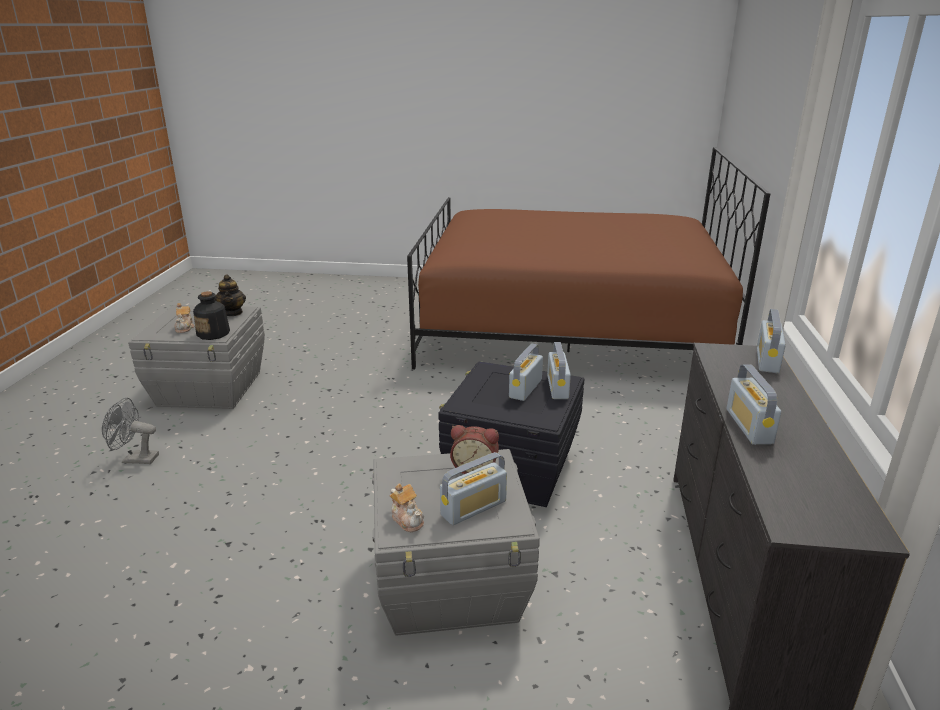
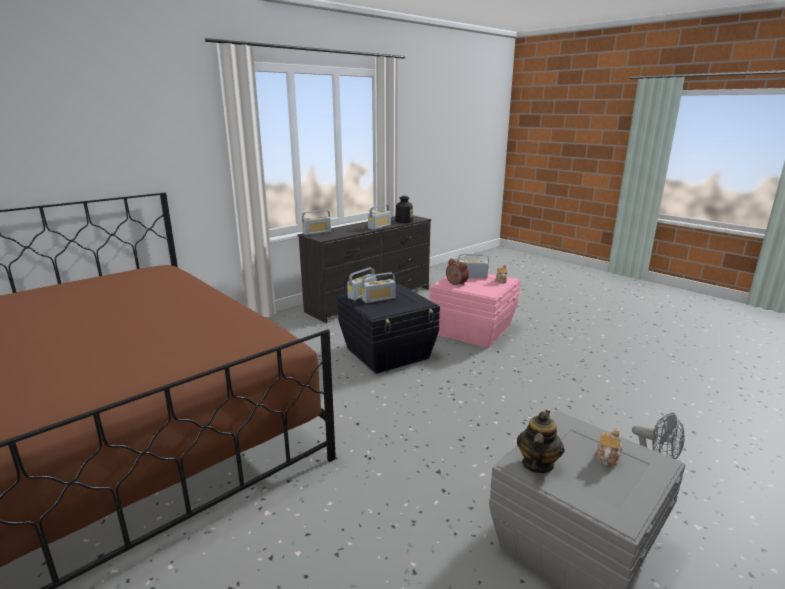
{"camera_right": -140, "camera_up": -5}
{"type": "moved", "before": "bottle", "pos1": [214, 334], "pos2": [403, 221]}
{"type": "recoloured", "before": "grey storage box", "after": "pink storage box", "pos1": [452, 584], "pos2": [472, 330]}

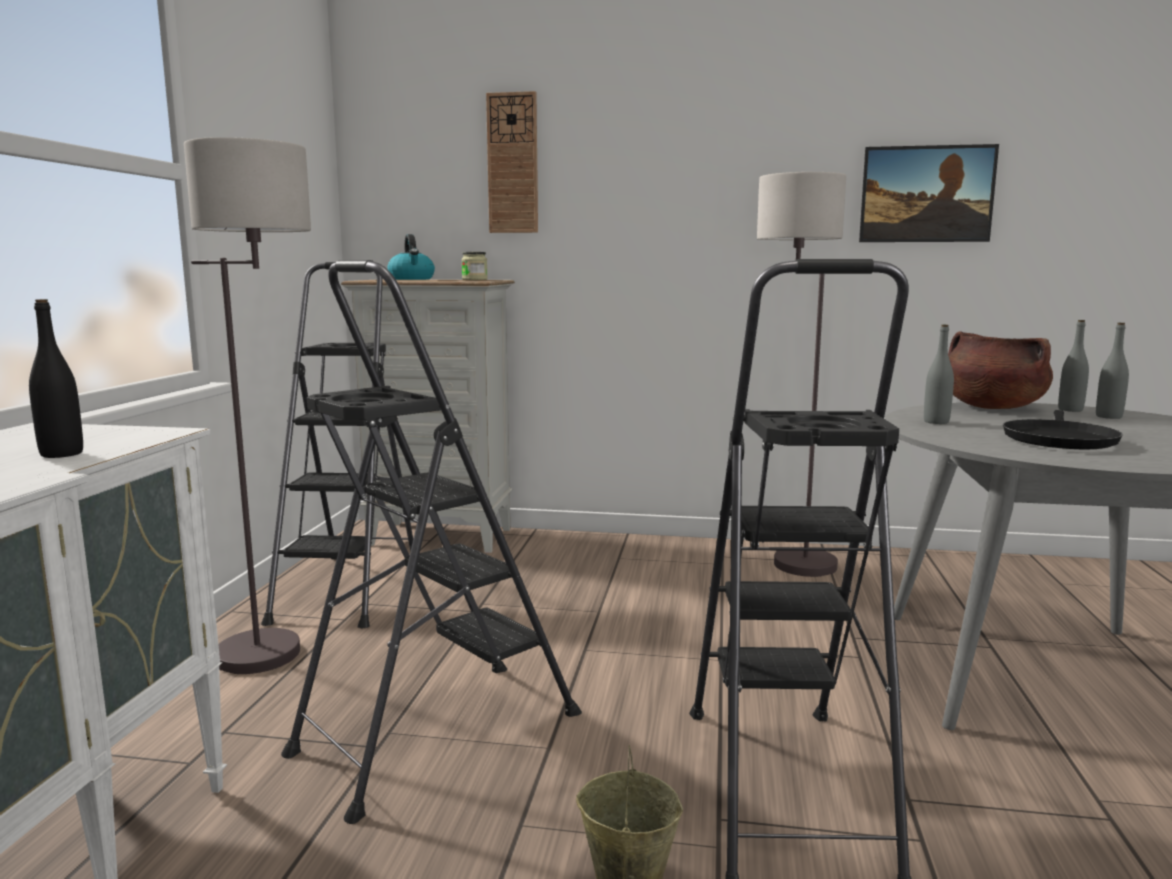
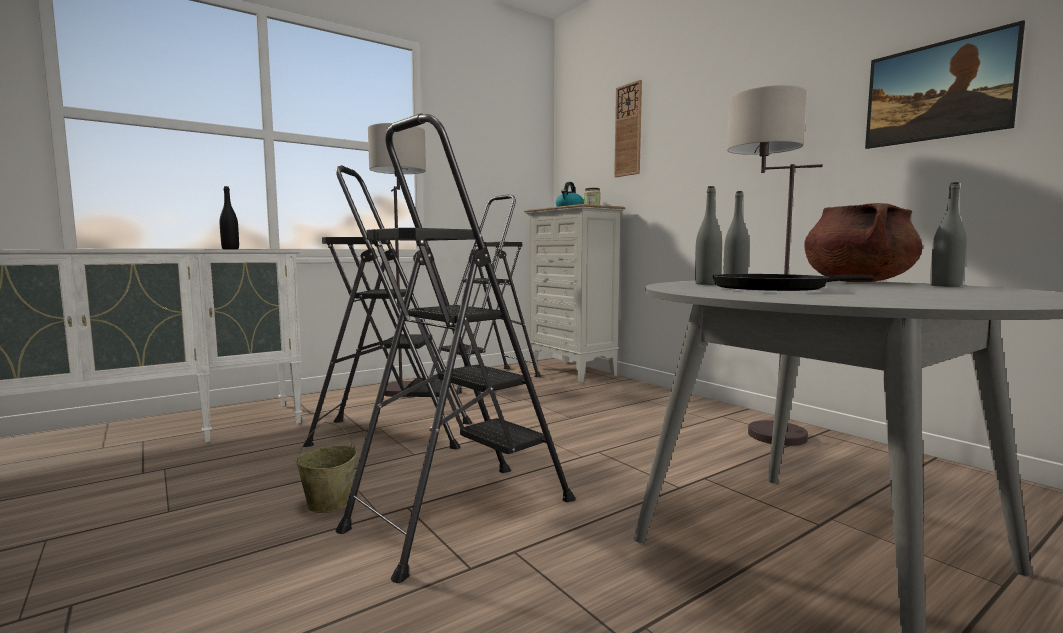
{"camera_right": 45, "camera_up": -5}
{"type": "moved", "before": "grey bottle", "pos1": [1108, 417], "pos2": [707, 284]}

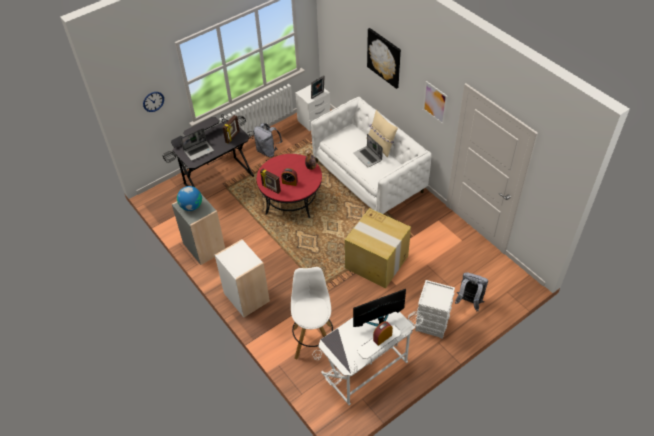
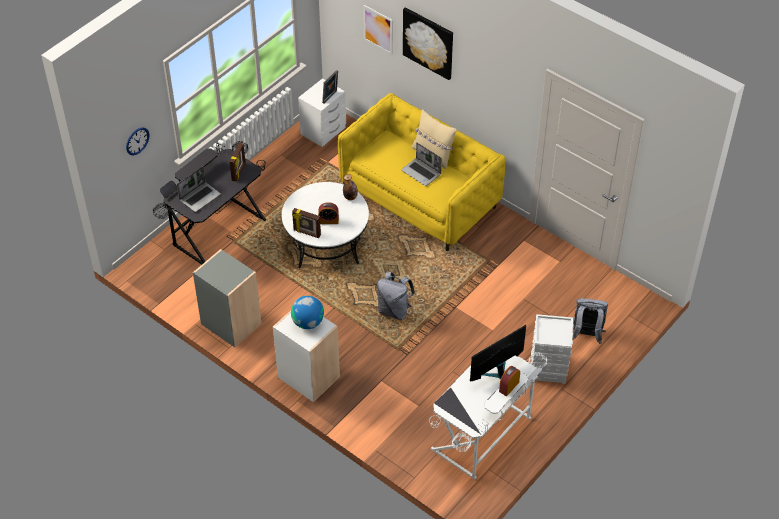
{"camera_right": -15, "camera_up": 0}
{"type": "moved", "before": "globe", "pos1": [191, 206], "pos2": [308, 322]}
{"type": "moved", "before": "grey backpack", "pos1": [268, 151], "pos2": [394, 310]}
{"type": "recoloured", "before": "red coffee table", "after": "white coffee table", "pos1": [291, 199], "pos2": [326, 243]}
{"type": "removed", "before": "white stool", "pos1": [313, 340]}
{"type": "recoloured", "before": "white sofa", "after": "yellow sofa", "pos1": [368, 177], "pos2": [419, 198]}
{"type": "removed", "before": "cardboard box", "pos1": [377, 262]}
{"type": "moved", "before": "picture", "pos1": [435, 102], "pos2": [378, 29]}

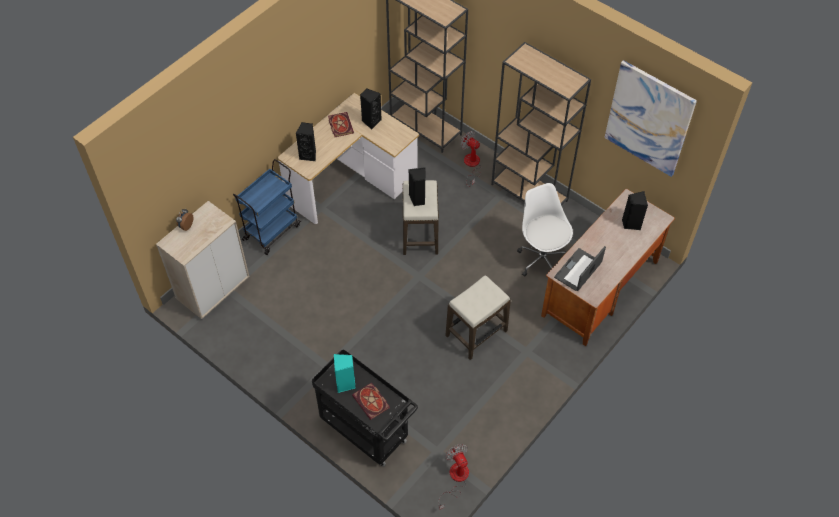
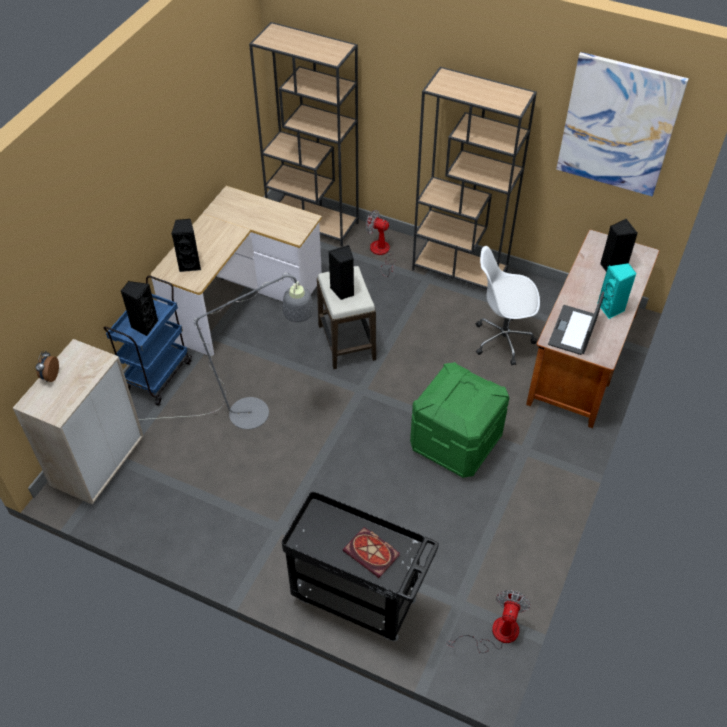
{"camera_right": -15, "camera_up": -5}
{"type": "removed", "before": "book", "pos1": [340, 125]}
{"type": "moved", "before": "turquoise speaker", "pos1": [345, 384], "pos2": [611, 309]}
{"type": "moved", "before": "black speaker", "pos1": [371, 121], "pos2": [144, 325]}
{"type": "turned", "before": "fan", "pos1": [456, 479], "pos2": [495, 633], "turn": 60}
{"type": "replaced", "before": "stool", "after": "green storage box", "pos1": [476, 333], "pos2": [455, 443]}
{"type": "turned", "before": "white office chair", "pos1": [540, 259], "pos2": [501, 340], "turn": -45}
{"type": "added", "after": "grey floor lamp", "pos2": [260, 412]}

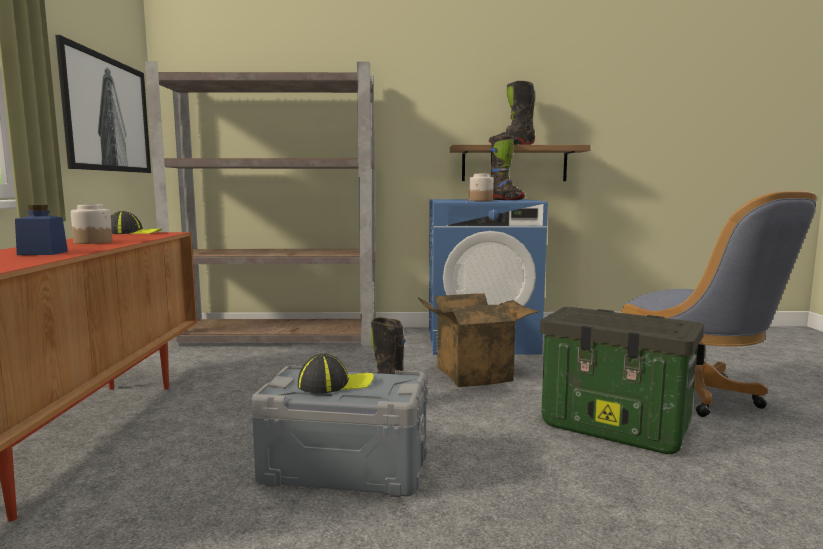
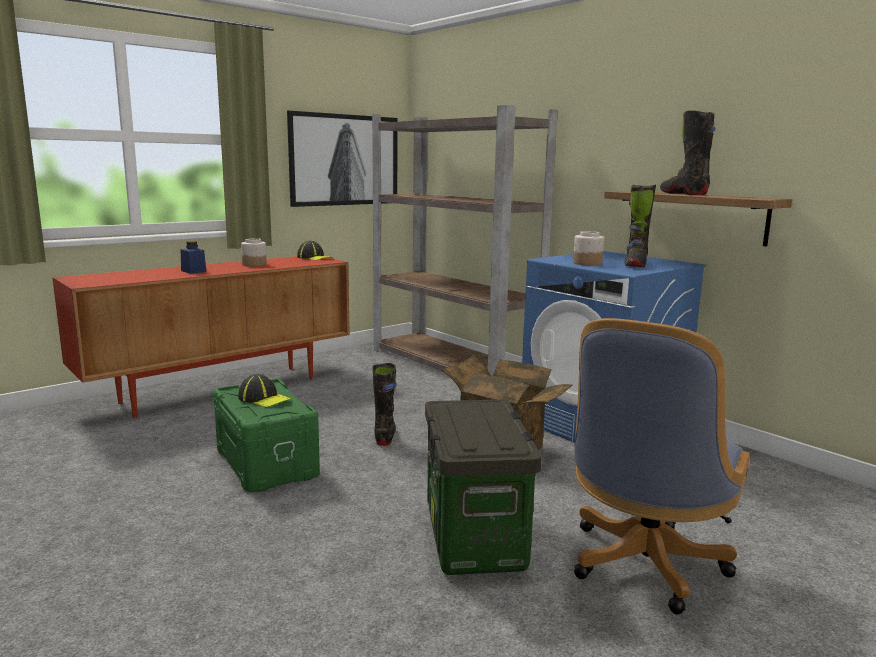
{"camera_right": 50, "camera_up": 5}
{"type": "recoloured", "before": "grey storage box", "after": "green storage box", "pos1": [345, 467], "pos2": [267, 462]}

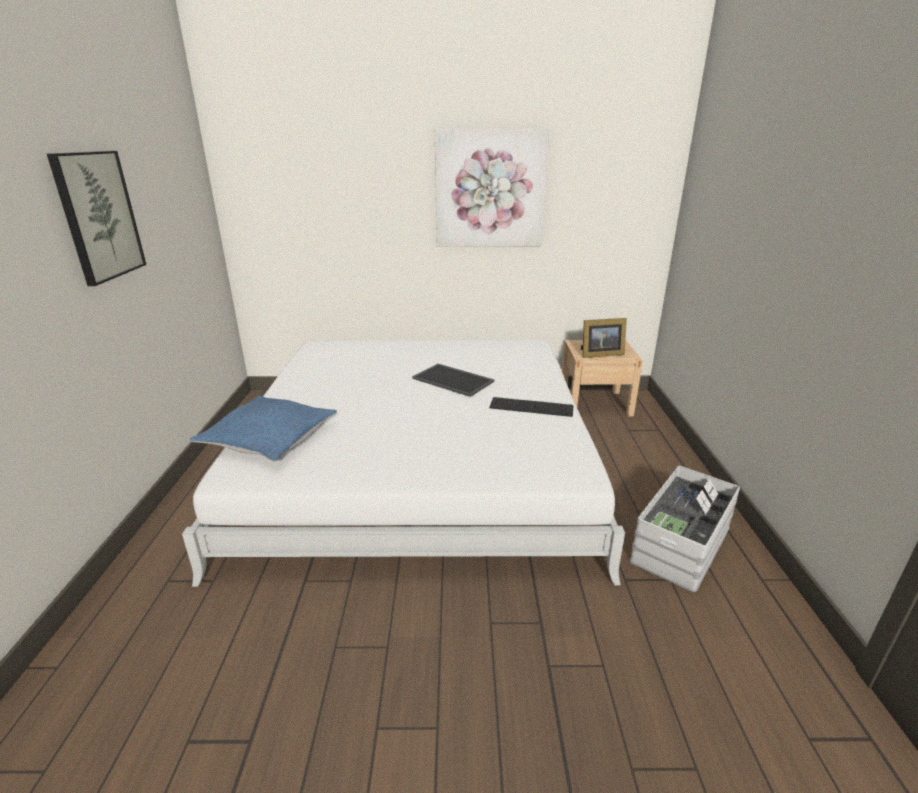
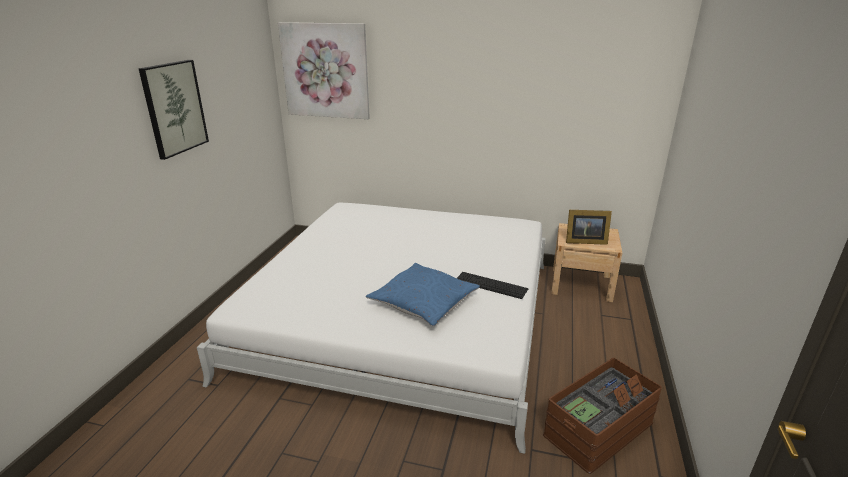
{"camera_right": 15, "camera_up": 0}
{"type": "moved", "before": "blue pillow", "pos1": [269, 438], "pos2": [423, 302]}
{"type": "removed", "before": "tray", "pos1": [454, 380]}
{"type": "moved", "before": "picture", "pos1": [490, 189], "pos2": [325, 71]}
{"type": "recoloured", "before": "grey storage box", "after": "brown storage box", "pos1": [680, 543], "pos2": [597, 427]}

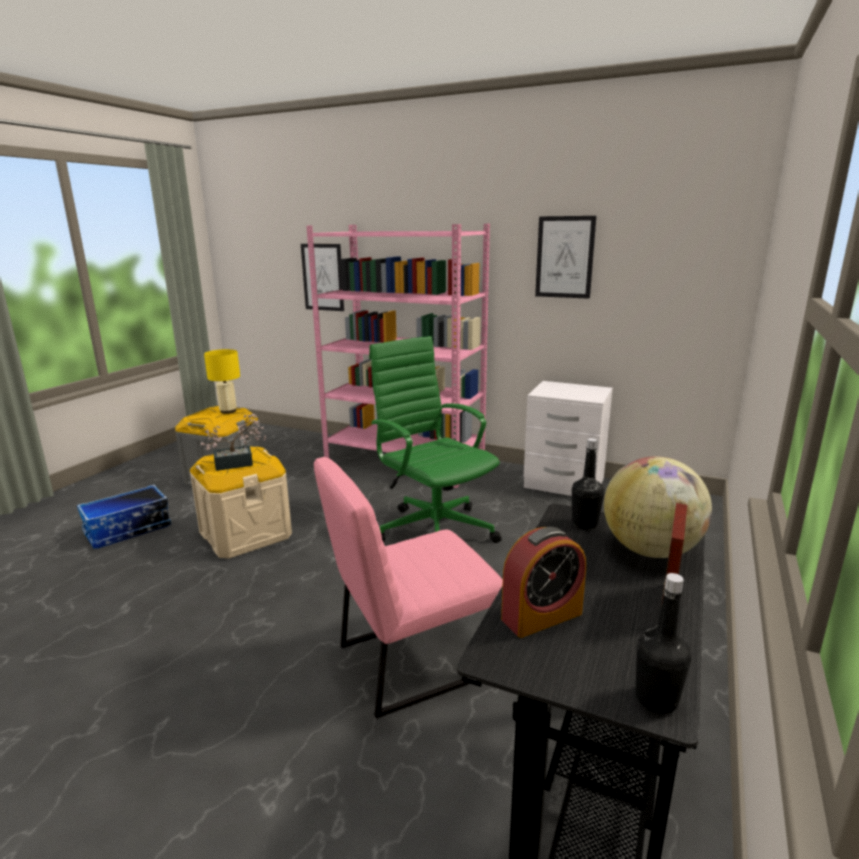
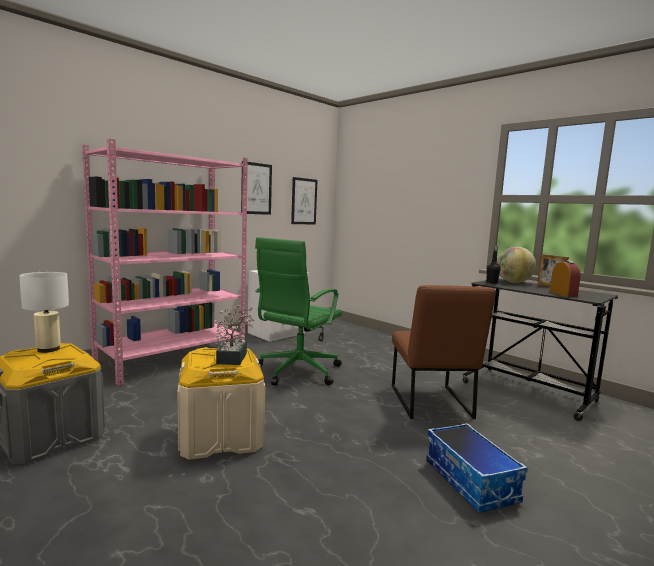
{"camera_right": -70, "camera_up": -10}
{"type": "moved", "before": "storage box", "pos1": [128, 530], "pos2": [471, 482]}
{"type": "recoloured", "before": "yellow table lamp", "after": "white table lamp", "pos1": [228, 411], "pos2": [48, 349]}
{"type": "moved", "before": "picture", "pos1": [322, 277], "pos2": [304, 201]}
{"type": "recoloured", "before": "pink chair", "after": "brown chair", "pos1": [411, 659], "pos2": [430, 402]}
{"type": "turned", "before": "green office chair", "pos1": [434, 530], "pos2": [297, 372], "turn": -45}
{"type": "removed", "before": "black bottle", "pos1": [656, 699]}

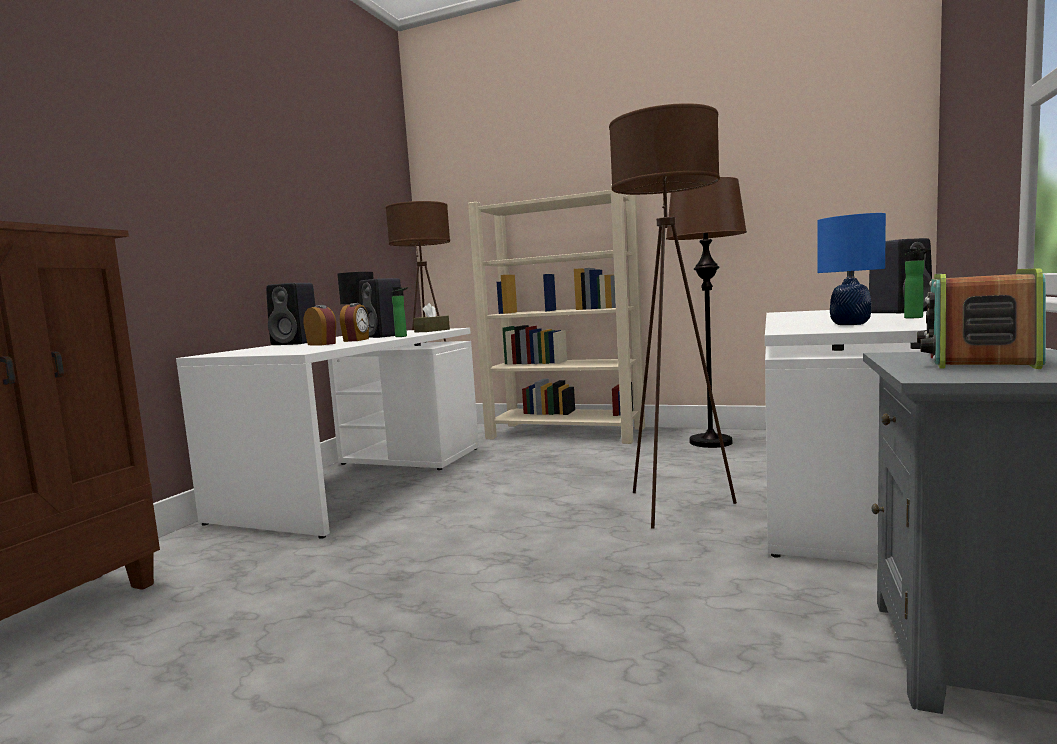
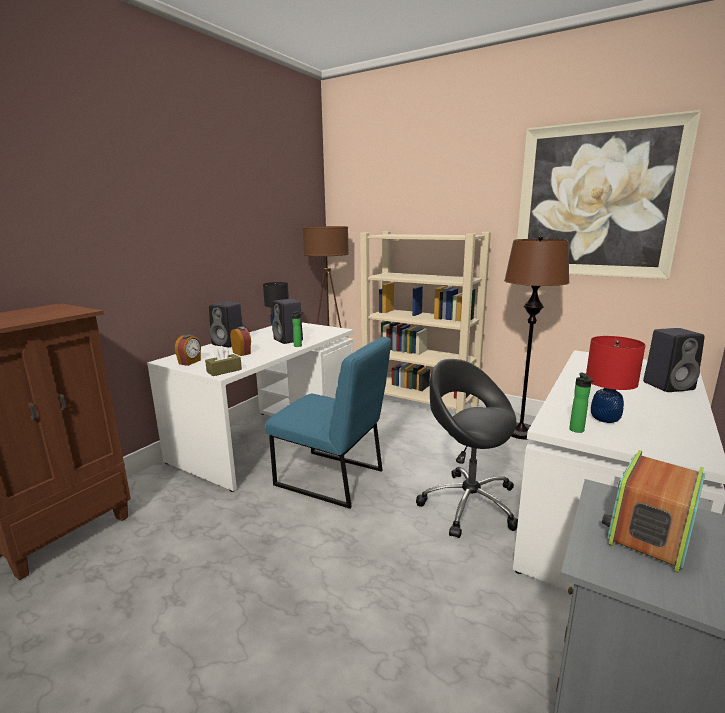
{"camera_right": 10, "camera_up": 10}
{"type": "moved", "before": "alarm clock", "pos1": [357, 340], "pos2": [190, 362]}
{"type": "moved", "before": "brown tissue box", "pos1": [432, 330], "pos2": [224, 371]}
{"type": "replaced", "before": "brown floor lamp", "after": "black office chair", "pos1": [675, 507], "pos2": [467, 503]}
{"type": "recoloured", "before": "blue table lamp", "after": "red table lamp", "pos1": [848, 324], "pos2": [603, 419]}
{"type": "moved", "before": "bottle", "pos1": [915, 318], "pos2": [577, 431]}
{"type": "added", "after": "blue chair", "pos2": [331, 478]}
{"type": "added", "after": "picture", "pos2": [596, 201]}

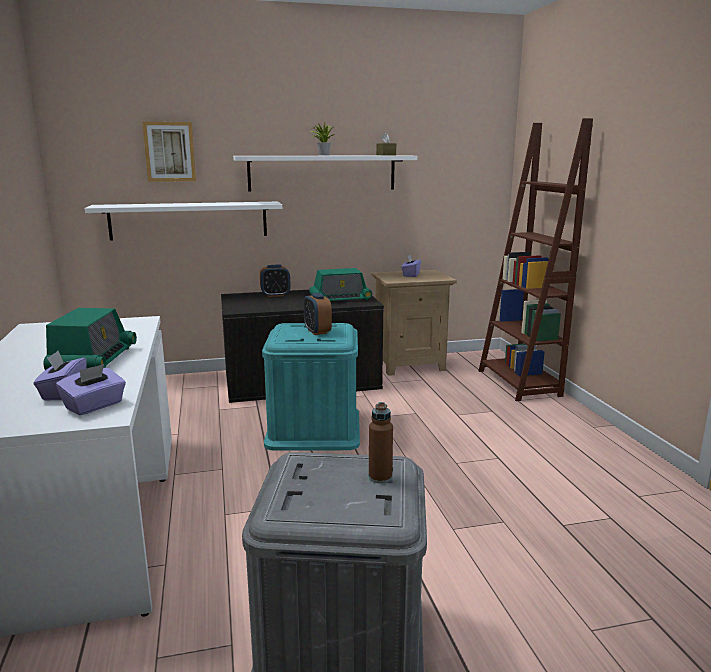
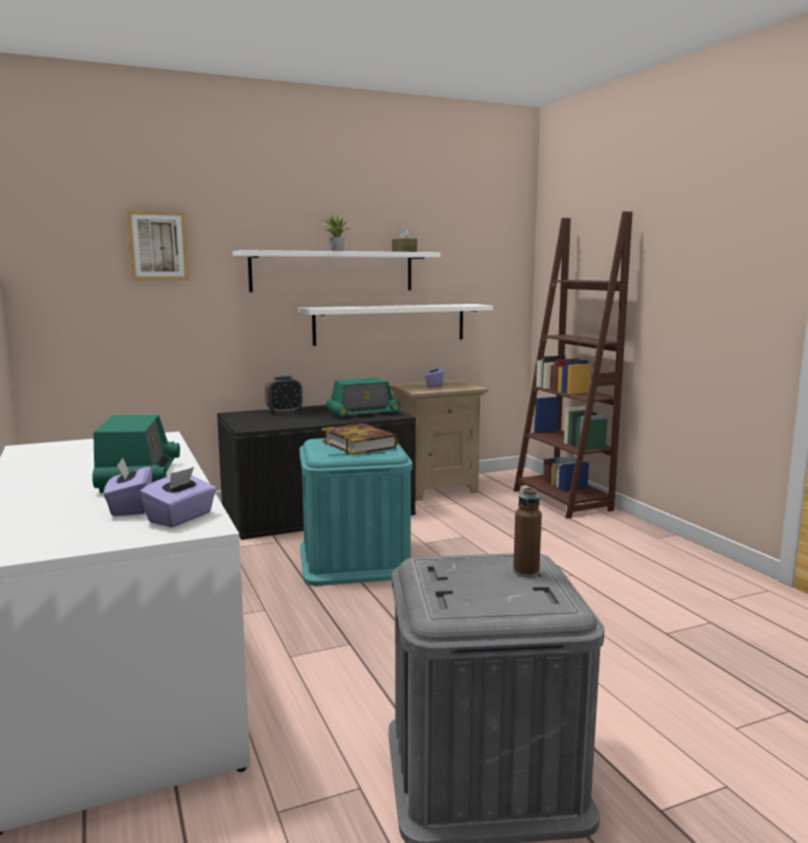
{"camera_right": -10, "camera_up": -5}
{"type": "moved", "before": "white shelf", "pos1": [189, 220], "pos2": [390, 324]}
{"type": "replaced", "before": "alarm clock", "after": "book", "pos1": [317, 331], "pos2": [359, 445]}

